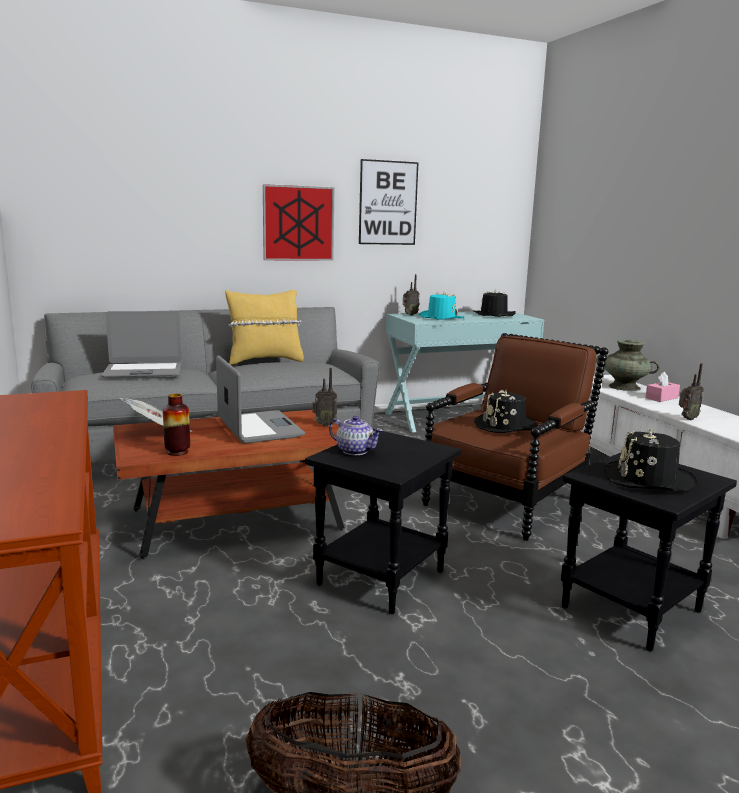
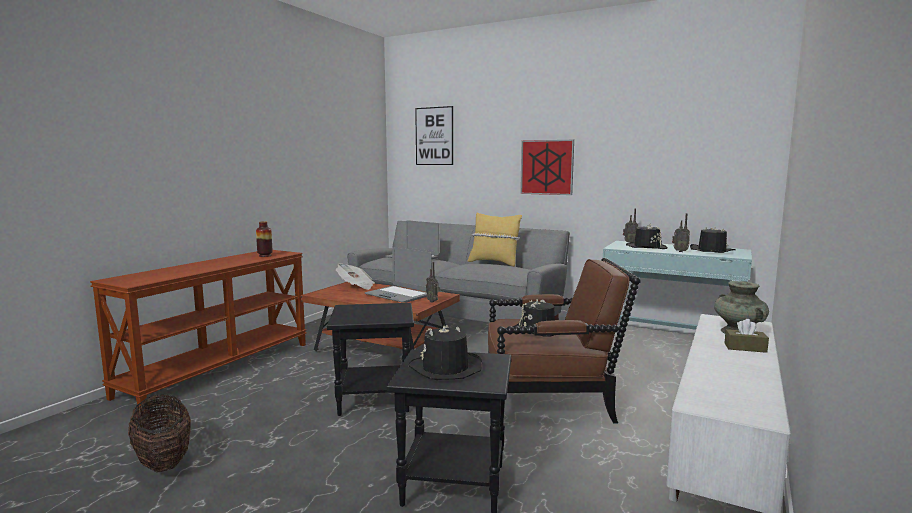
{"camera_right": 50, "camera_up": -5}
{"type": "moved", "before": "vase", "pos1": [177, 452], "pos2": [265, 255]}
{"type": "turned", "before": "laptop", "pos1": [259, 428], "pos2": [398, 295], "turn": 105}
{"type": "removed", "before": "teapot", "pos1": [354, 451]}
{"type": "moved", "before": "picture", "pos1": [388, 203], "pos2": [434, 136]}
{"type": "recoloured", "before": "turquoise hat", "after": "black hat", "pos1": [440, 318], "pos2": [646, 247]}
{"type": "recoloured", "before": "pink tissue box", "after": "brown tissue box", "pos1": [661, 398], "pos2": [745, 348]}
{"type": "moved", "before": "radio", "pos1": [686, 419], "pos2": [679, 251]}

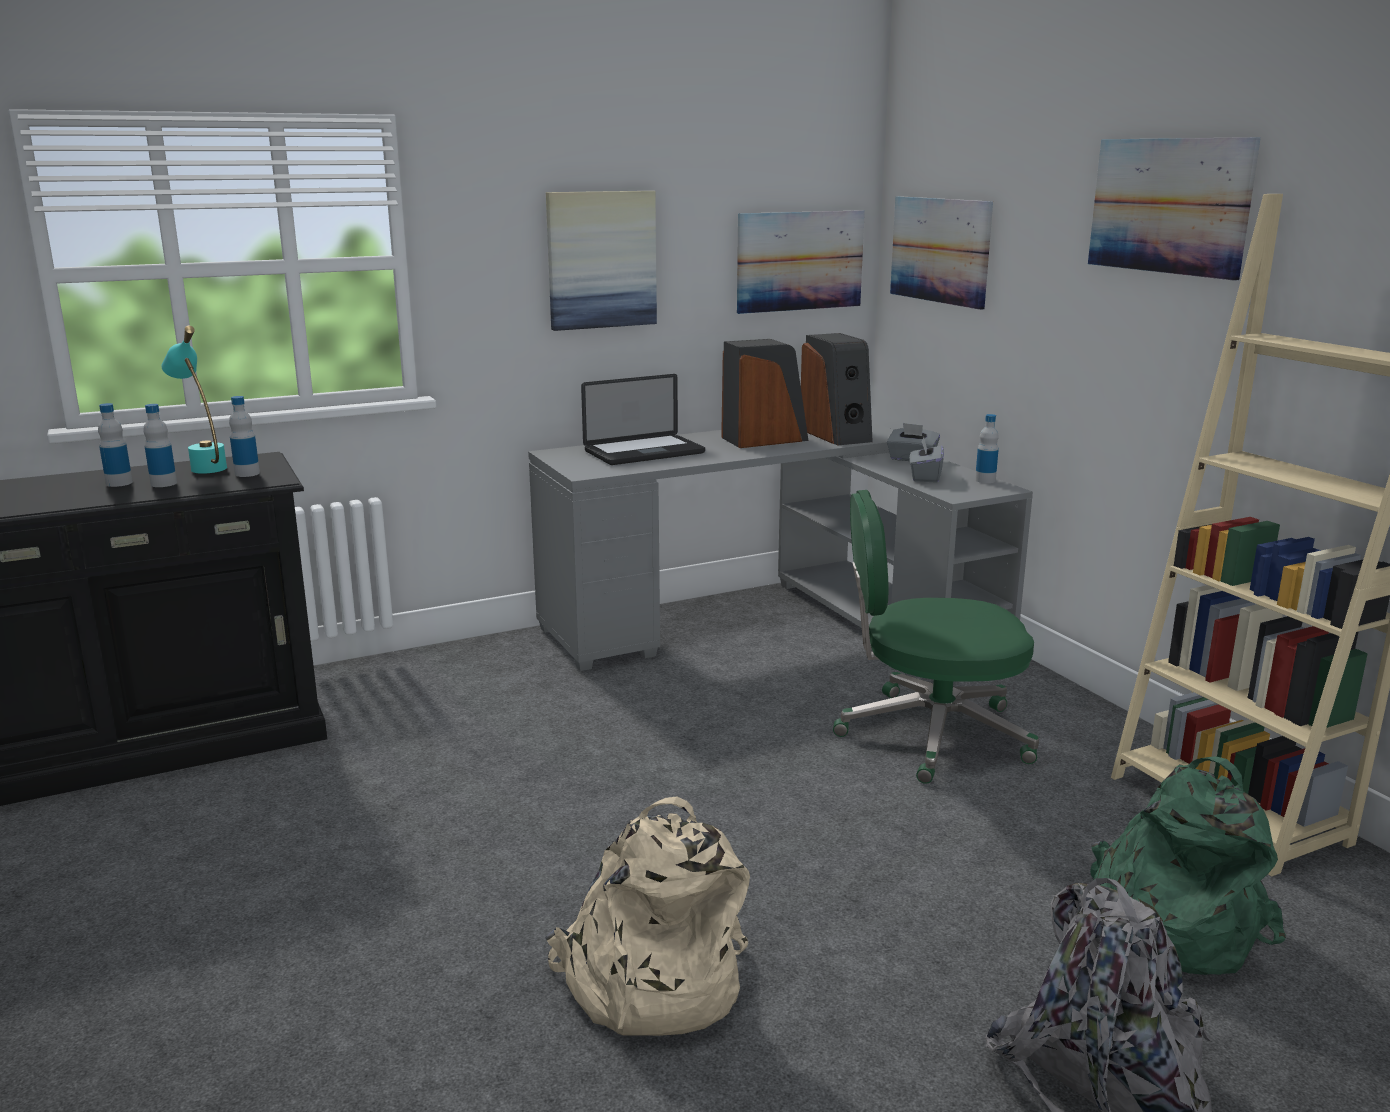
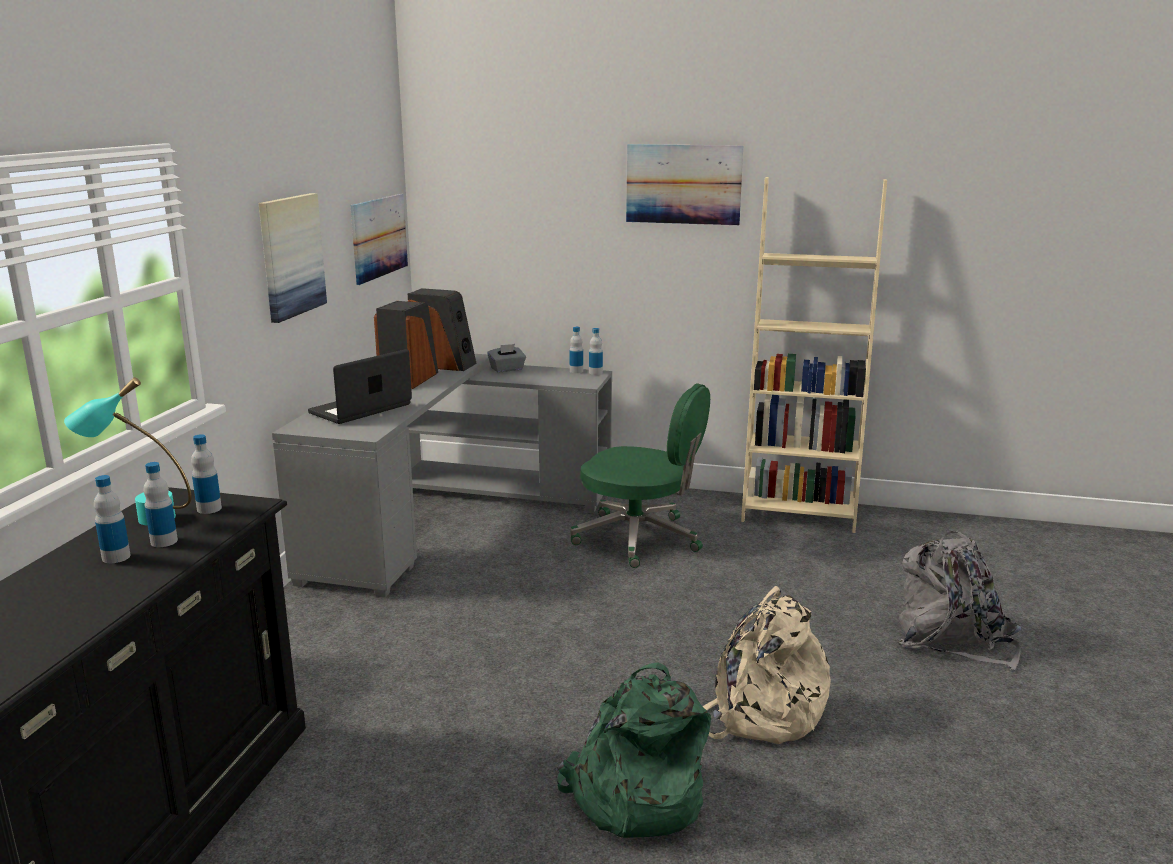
{"camera_right": -50, "camera_up": 0}
{"type": "turned", "before": "laptop", "pos1": [644, 452], "pos2": [360, 409], "turn": -150}
{"type": "turned", "before": "green office chair", "pos1": [930, 735], "pos2": [640, 538], "turn": -105}
{"type": "removed", "before": "picture", "pos1": [939, 250]}
{"type": "removed", "before": "grey tissue box", "pos1": [925, 477]}
{"type": "moved", "before": "green backpack", "pos1": [1170, 922], "pos2": [634, 797]}
{"type": "added", "after": "bottle", "pos2": [595, 372]}

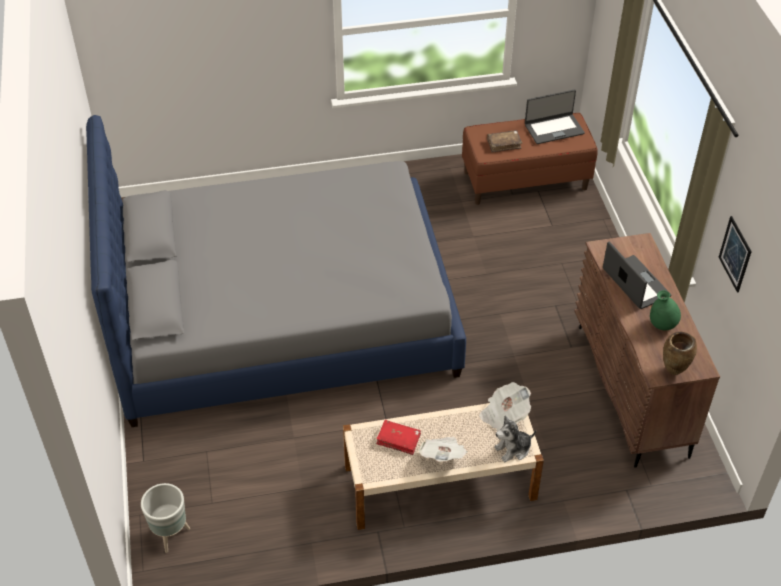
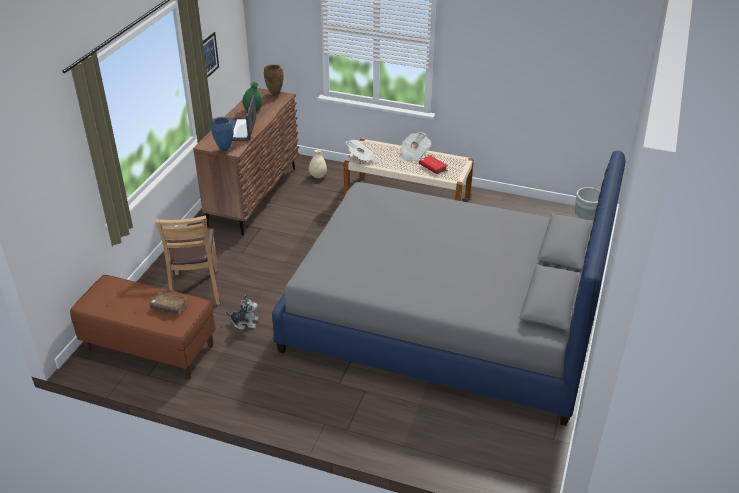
{"camera_right": -150, "camera_up": -10}
{"type": "moved", "before": "plush toy", "pos1": [513, 449], "pos2": [244, 322]}
{"type": "removed", "before": "laptop", "pos1": [553, 129]}
{"type": "added", "after": "brown chair", "pos2": [196, 289]}
{"type": "added", "after": "blue vase", "pos2": [225, 149]}
{"type": "added", "after": "beige vase", "pos2": [318, 176]}

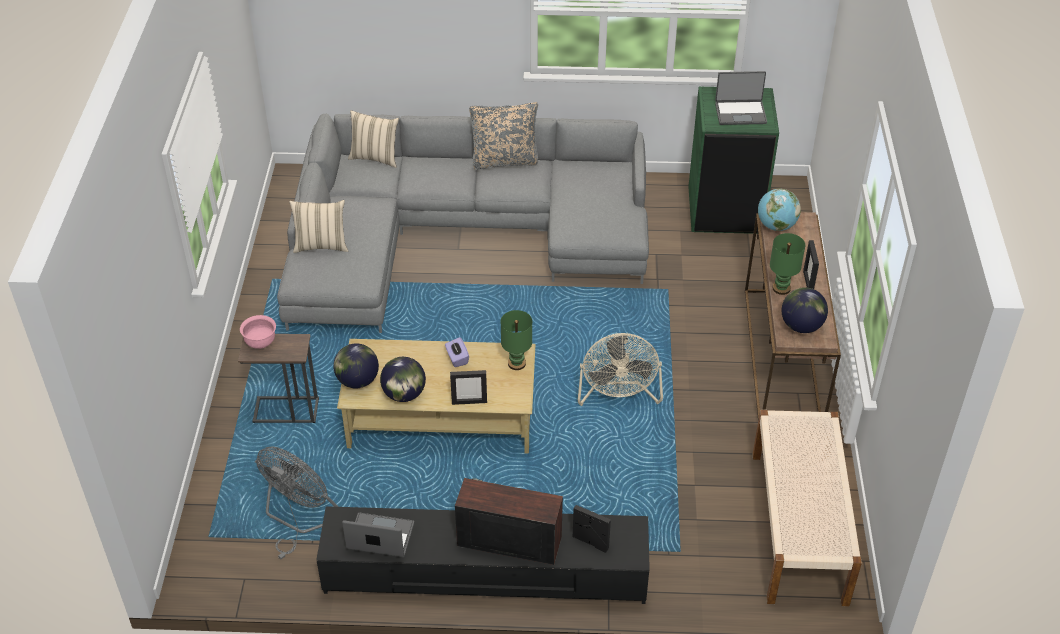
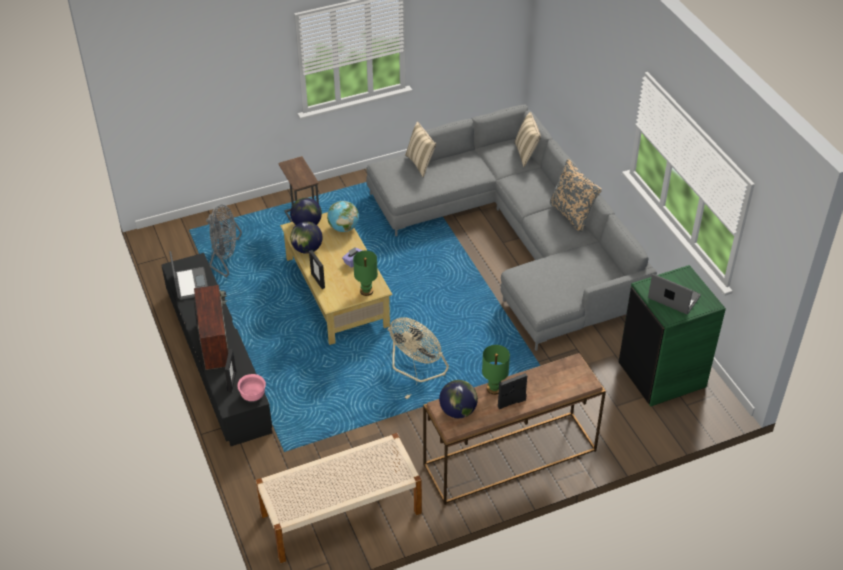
{"camera_right": 65, "camera_up": 0}
{"type": "moved", "before": "pink bowl", "pos1": [260, 342], "pos2": [253, 396]}
{"type": "turned", "before": "beige fan", "pos1": [615, 392], "pos2": [413, 371], "turn": 150}
{"type": "turned", "before": "laptop", "pos1": [740, 113], "pos2": [673, 298], "turn": 150}
{"type": "moved", "before": "globe", "pos1": [776, 226], "pos2": [343, 228]}

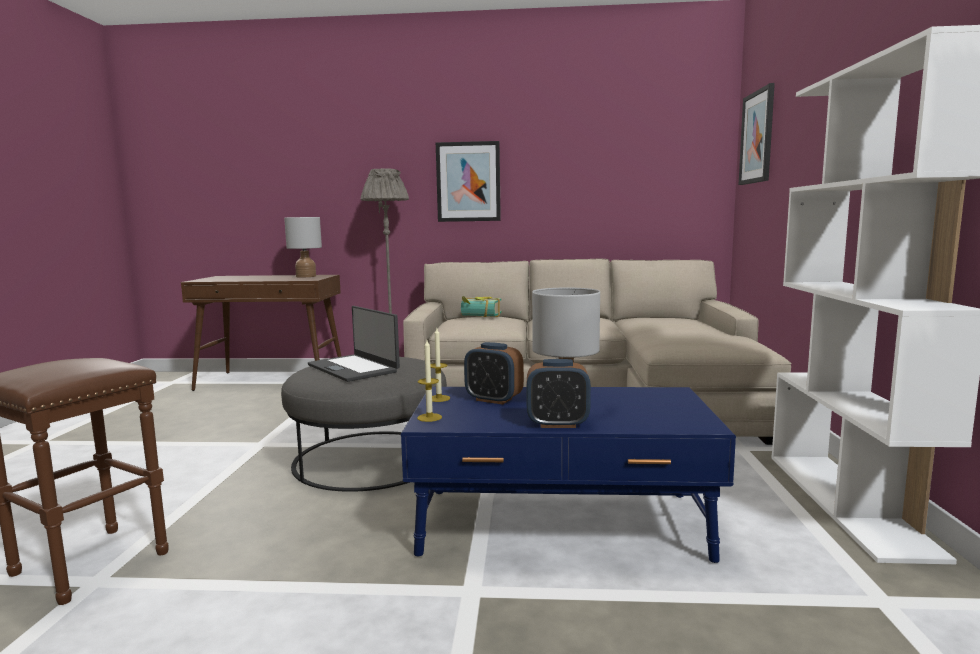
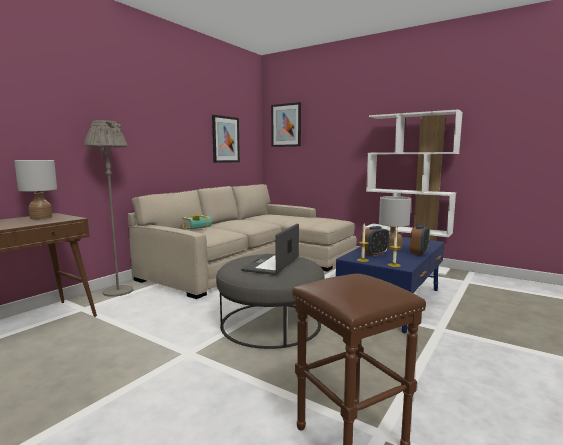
{"camera_right": -60, "camera_up": 0}
{"type": "turned", "before": "laptop", "pos1": [354, 368], "pos2": [272, 264], "turn": 120}
{"type": "moved", "before": "picture", "pos1": [468, 182], "pos2": [225, 139]}

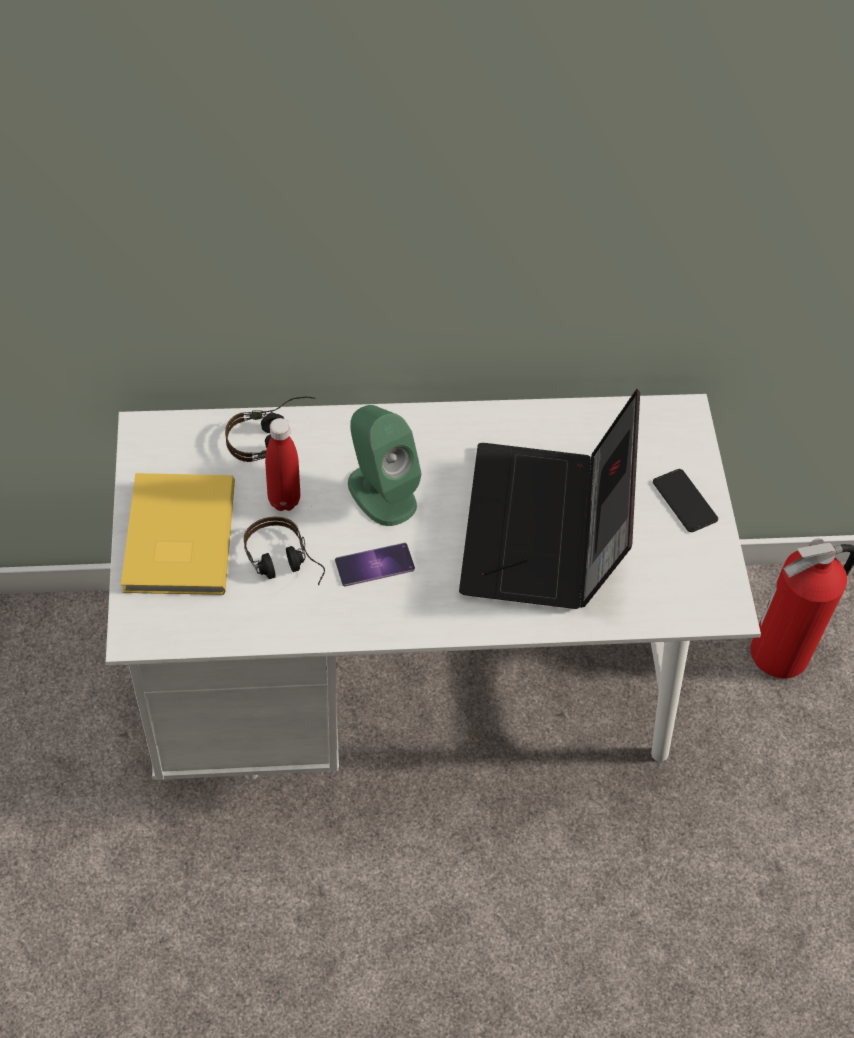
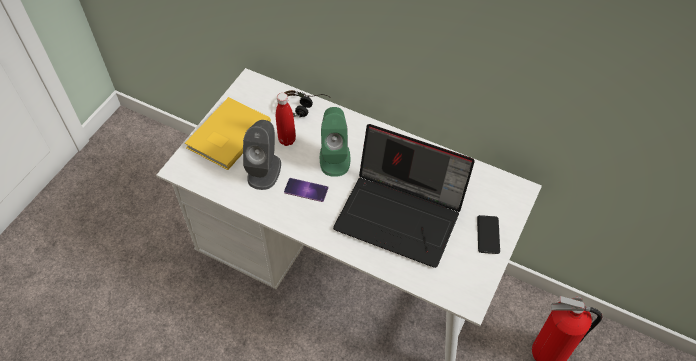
{"camera_right": 35, "camera_up": 0}
{"type": "replaced", "before": "headphones", "after": "grey speaker", "pos1": [284, 566], "pos2": [264, 170]}
{"type": "turned", "before": "laptop", "pos1": [545, 532], "pos2": [402, 214], "turn": -105}

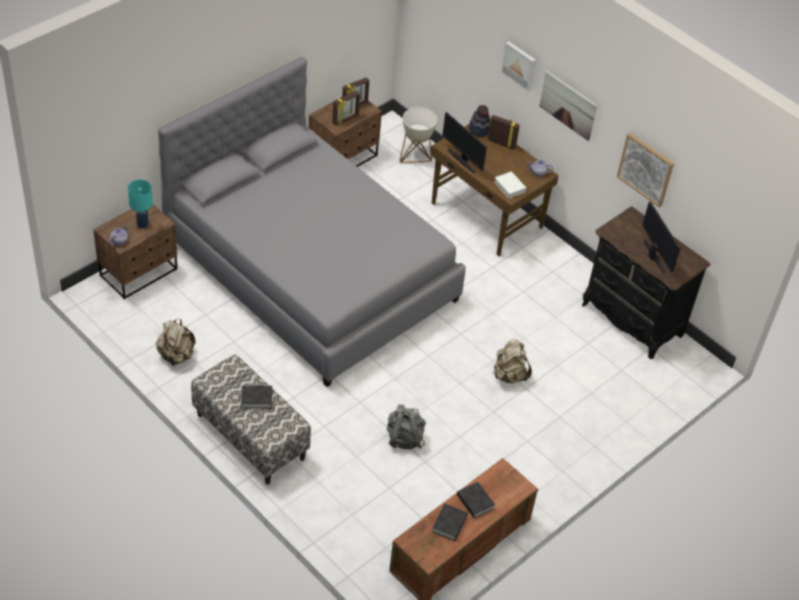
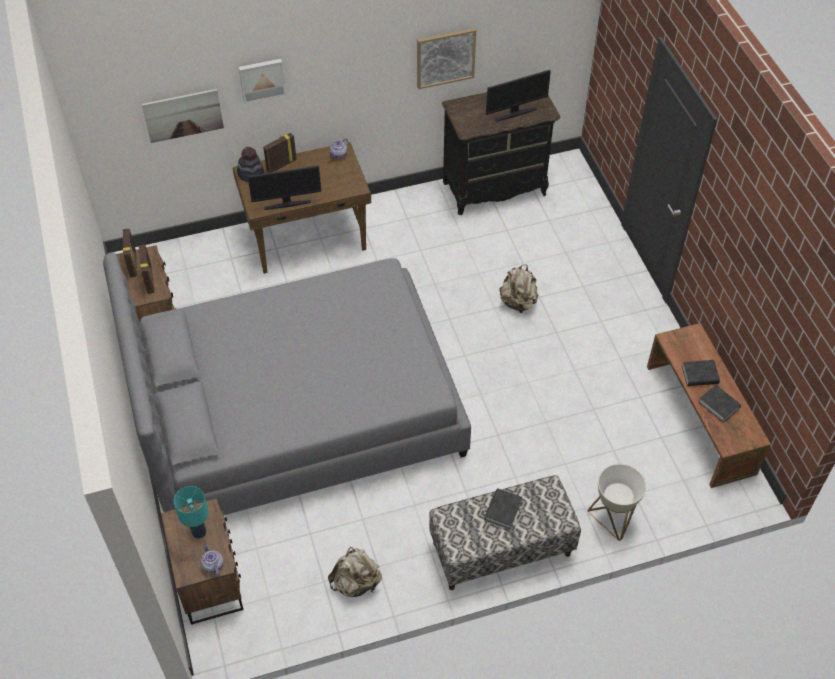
{"camera_right": -60, "camera_up": 5}
{"type": "removed", "before": "grey backpack", "pos1": [404, 438]}
{"type": "moved", "before": "planter", "pos1": [415, 156], "pos2": [613, 518]}
{"type": "removed", "before": "white book", "pos1": [510, 187]}
{"type": "moved", "before": "picture", "pos1": [568, 105], "pos2": [183, 115]}
{"type": "turned", "before": "monitor", "pos1": [653, 257], "pos2": [515, 113], "turn": 150}

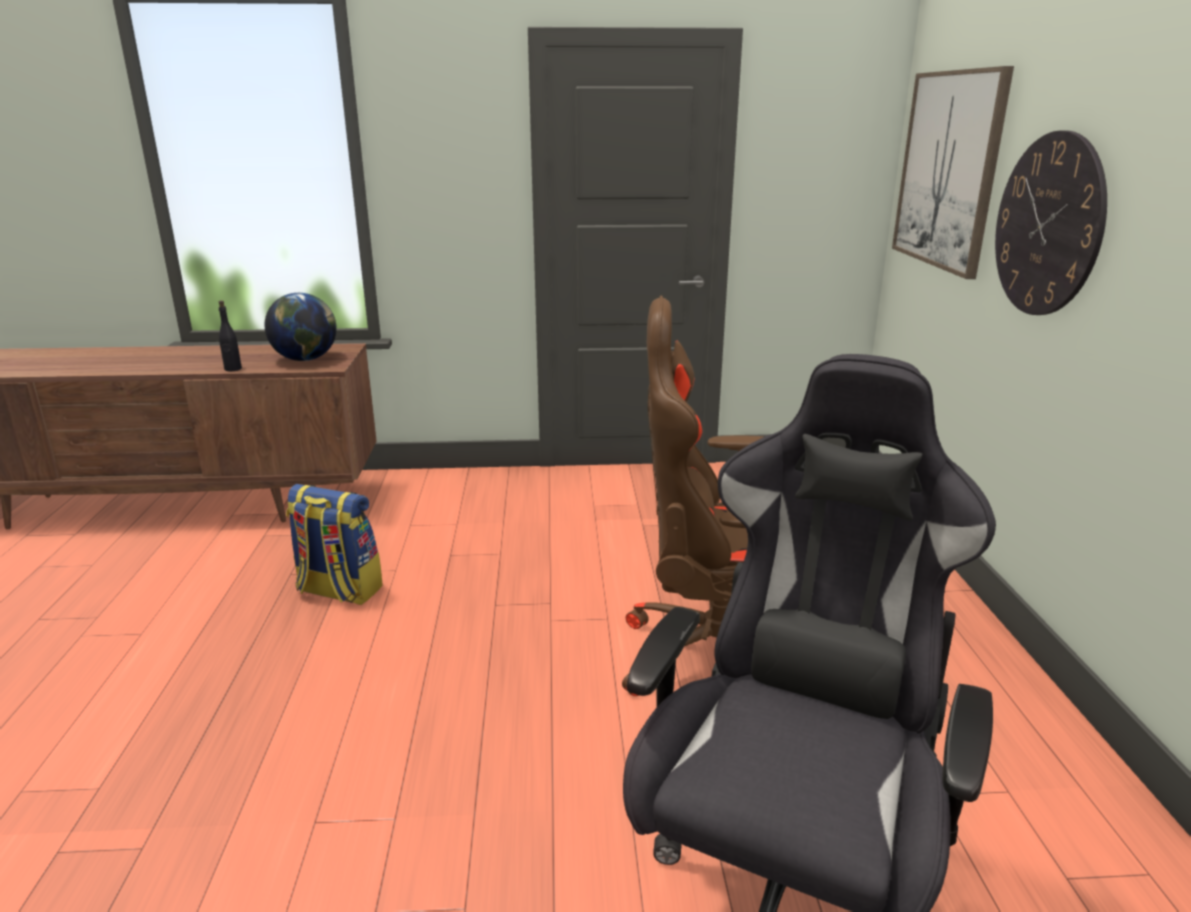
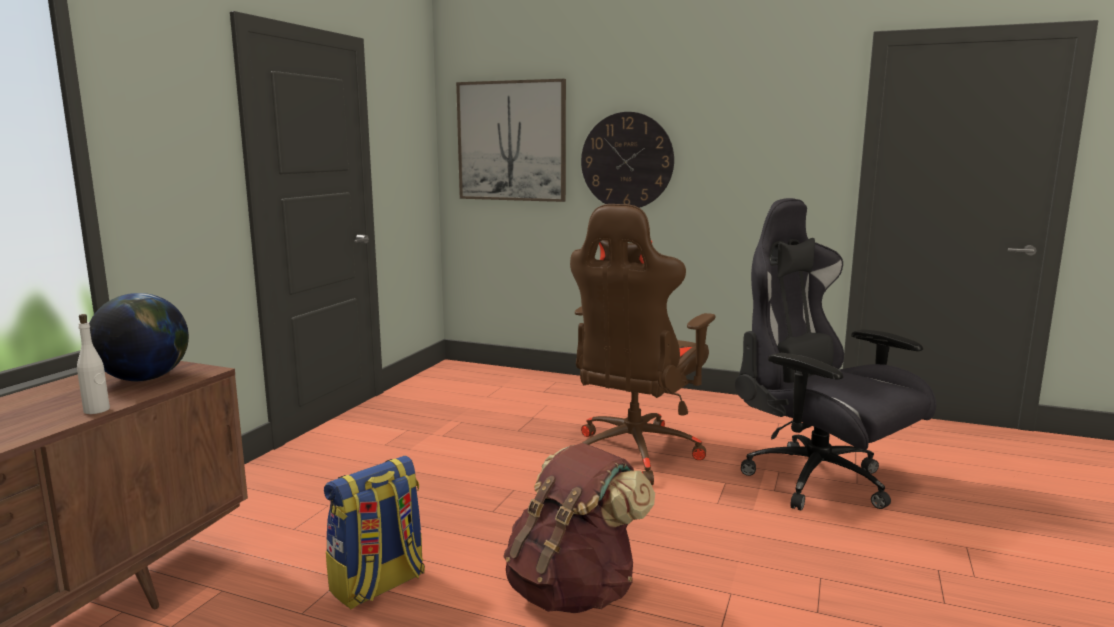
{"camera_right": -65, "camera_up": -10}
{"type": "recoloured", "before": "black bottle", "after": "white bottle", "pos1": [233, 369], "pos2": [97, 410]}
{"type": "added", "after": "brown backpack", "pos2": [573, 591]}

